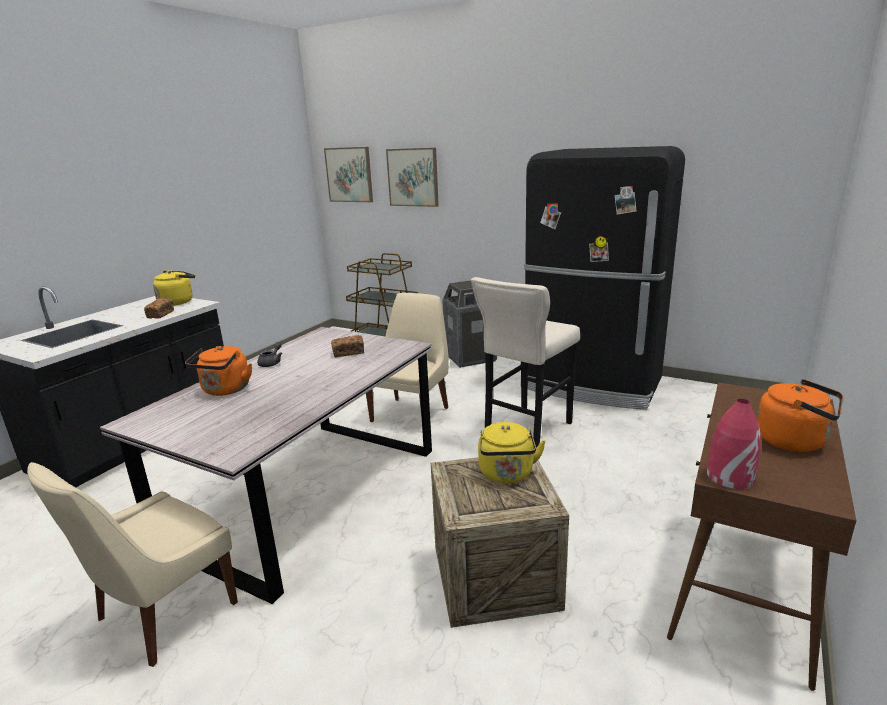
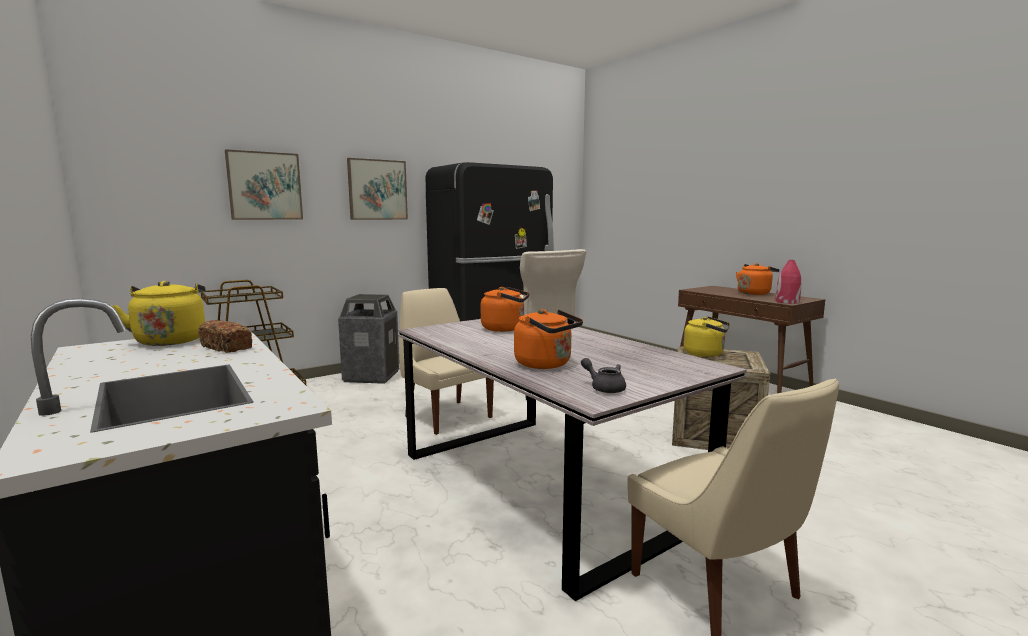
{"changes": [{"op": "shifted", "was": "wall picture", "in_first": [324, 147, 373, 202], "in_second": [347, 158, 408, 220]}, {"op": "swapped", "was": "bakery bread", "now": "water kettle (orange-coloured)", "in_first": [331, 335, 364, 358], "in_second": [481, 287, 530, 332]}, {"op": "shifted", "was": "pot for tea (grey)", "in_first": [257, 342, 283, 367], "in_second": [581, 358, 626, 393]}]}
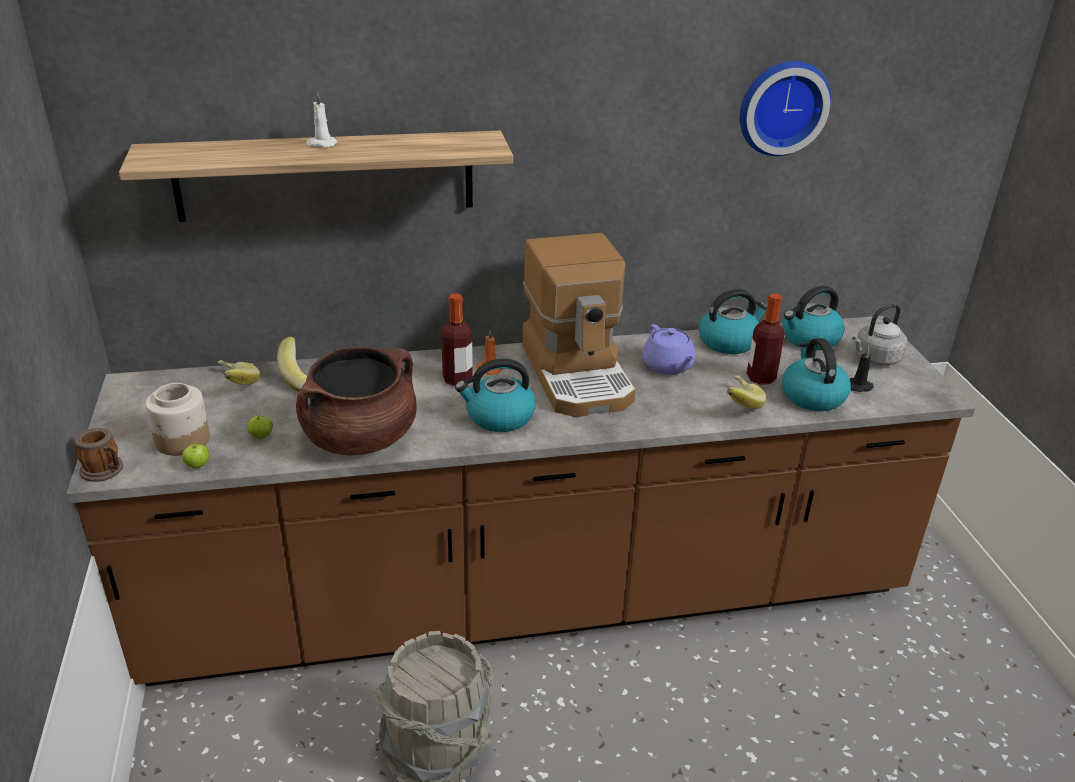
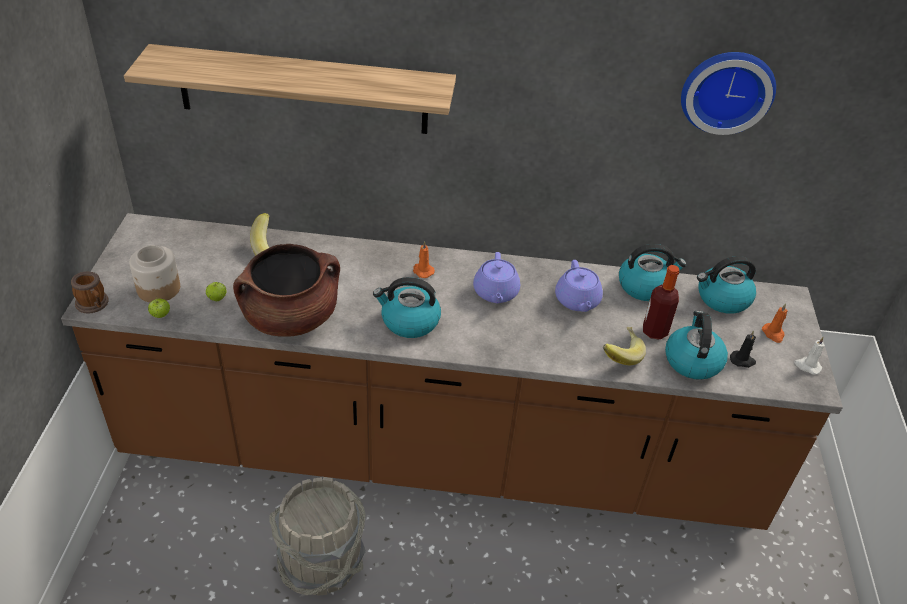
{"changes": [{"op": "shifted", "was": "wax light (white)", "in_first": [306, 92, 338, 147], "in_second": [794, 337, 825, 374]}, {"op": "swapped", "was": "coffee machine", "now": "pot for tea (purple-coloured)", "in_first": [523, 233, 636, 417], "in_second": [473, 252, 520, 303]}, {"op": "gone", "was": "beverage bottle", "in_first": [441, 293, 473, 386]}, {"op": "swapped", "was": "water kettle (grey)", "now": "wax light (orange-coloured)", "in_first": [852, 304, 907, 366], "in_second": [762, 303, 788, 343]}, {"op": "gone", "was": "whole banana", "in_first": [218, 360, 260, 385]}]}
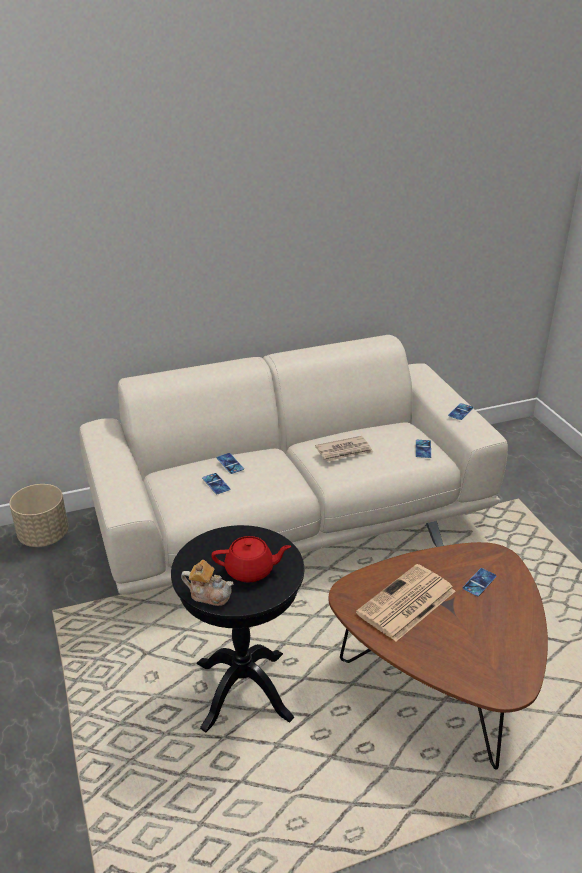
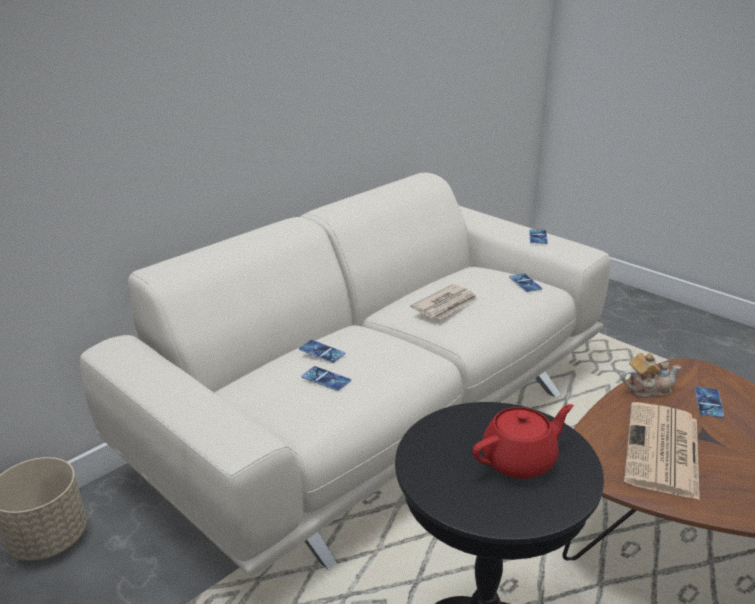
{"changes": [{"op": "shifted", "was": "pot for tea", "in_first": [181, 560, 233, 606], "in_second": [621, 353, 681, 398]}]}
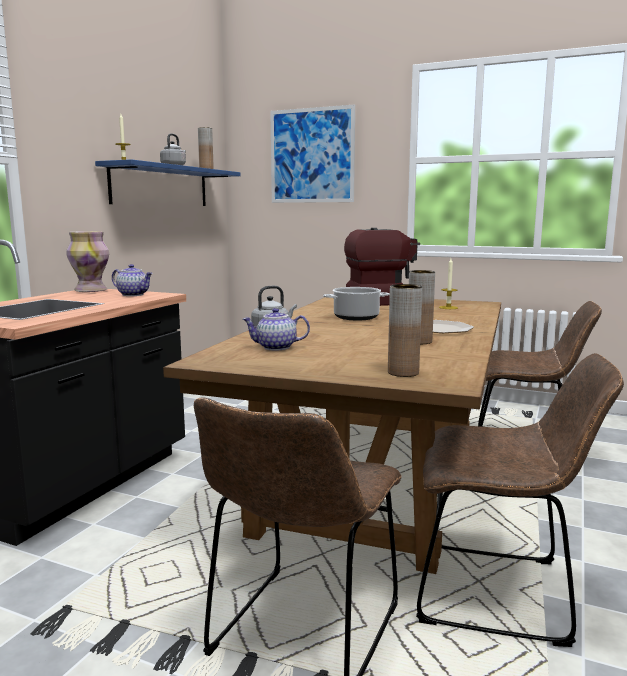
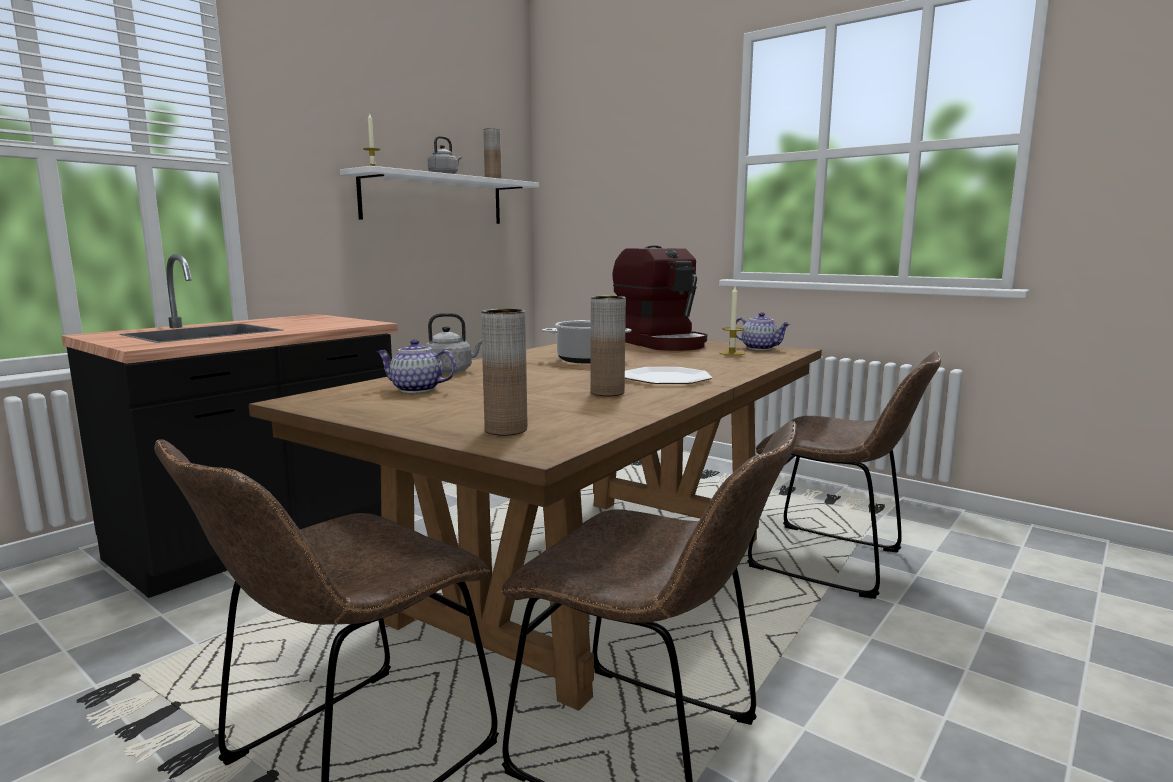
{"changes": [{"op": "gone", "was": "wall picture", "in_first": [270, 104, 355, 203]}, {"op": "repainted", "was": "shelf (blue-coloured)", "now": "shelf (white)", "in_first": [95, 159, 241, 206], "in_second": [340, 166, 539, 224]}, {"op": "rotated", "was": "coffee machine", "in_first": [344, 228, 420, 306], "in_second": [613, 246, 707, 351], "clockwise": 60}, {"op": "gone", "was": "vase", "in_first": [66, 231, 109, 292]}, {"op": "shifted", "was": "pot for tea", "in_first": [112, 264, 153, 296], "in_second": [736, 312, 791, 350]}]}
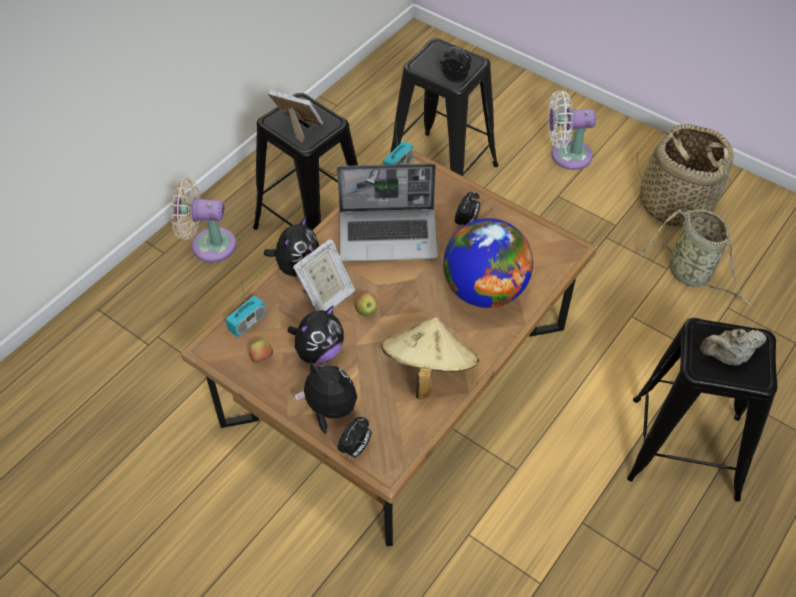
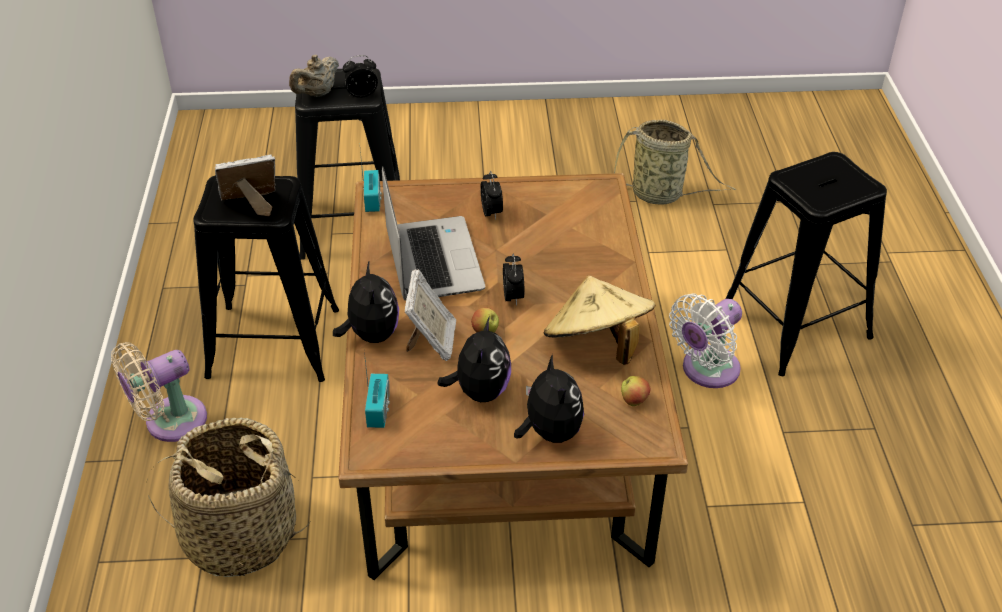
{"changes": [{"op": "shifted", "was": "fan (white)", "in_first": [548, 90, 596, 170], "in_second": [669, 293, 742, 388]}, {"op": "shifted", "was": "basket", "in_first": [637, 124, 733, 227], "in_second": [146, 418, 310, 577]}, {"op": "rotated", "was": "portable computer", "in_first": [337, 164, 438, 262], "in_second": [382, 166, 485, 301], "clockwise": -60}, {"op": "gone", "was": "desk globe", "in_first": [443, 218, 533, 308]}, {"op": "shifted", "was": "pot for tea (beige)", "in_first": [700, 329, 766, 366], "in_second": [289, 55, 339, 97]}, {"op": "shifted", "was": "apple", "in_first": [249, 340, 273, 363], "in_second": [621, 376, 651, 406]}, {"op": "rotated", "was": "cuddly toy", "in_first": [295, 361, 357, 434], "in_second": [514, 354, 584, 443], "clockwise": 90}, {"op": "shifted", "was": "bedside clock", "in_first": [338, 417, 371, 458], "in_second": [503, 253, 524, 306]}]}
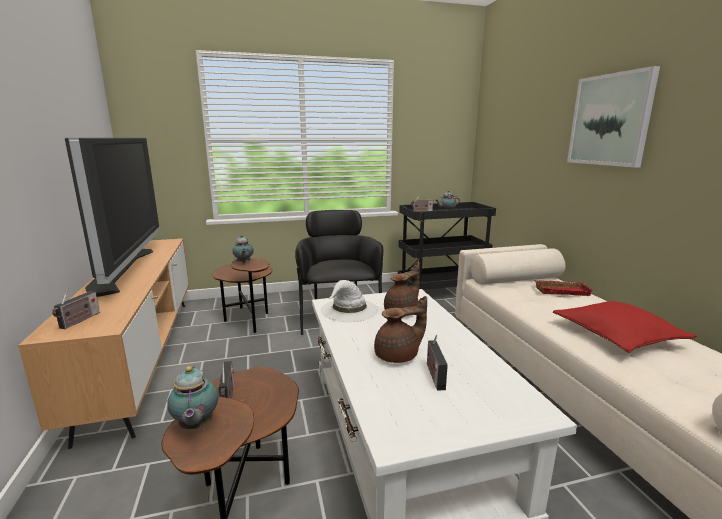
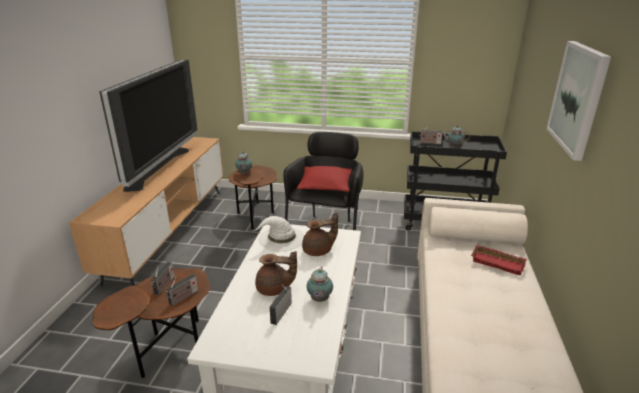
{"changes": [{"op": "shifted", "was": "radio set", "in_first": [52, 288, 100, 329], "in_second": [165, 274, 198, 306]}, {"op": "shifted", "was": "cushion (red)", "in_first": [553, 301, 697, 353], "in_second": [296, 166, 352, 192]}, {"op": "shifted", "was": "pot for tea", "in_first": [167, 366, 218, 429], "in_second": [307, 267, 333, 302]}]}
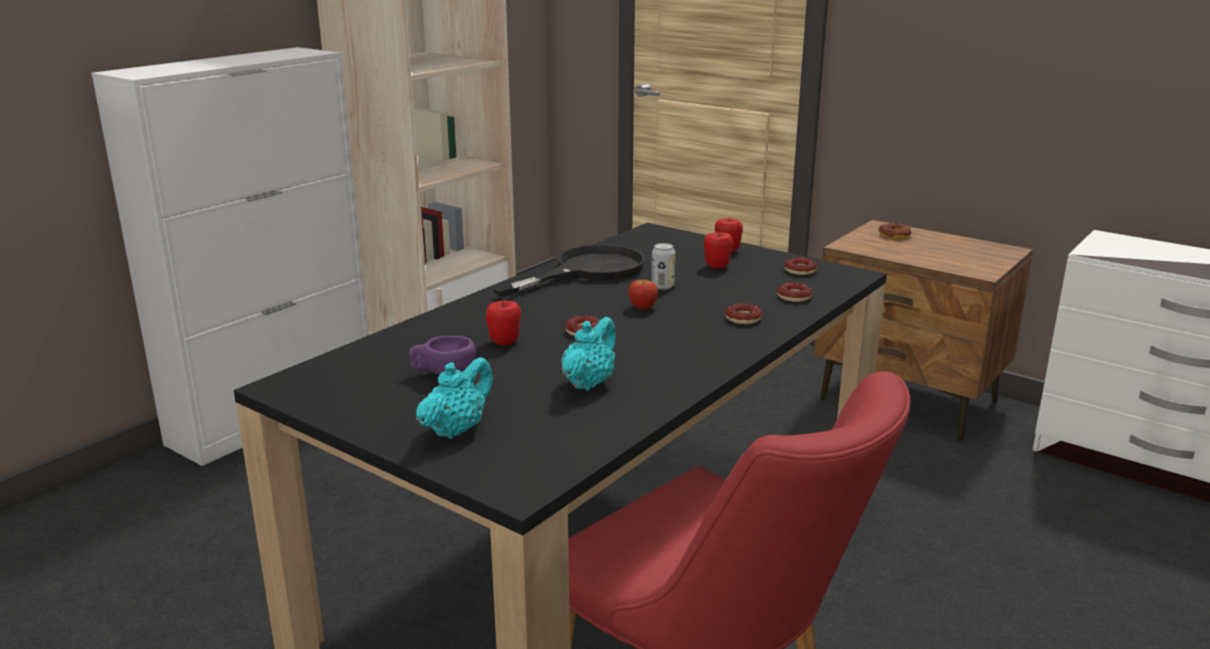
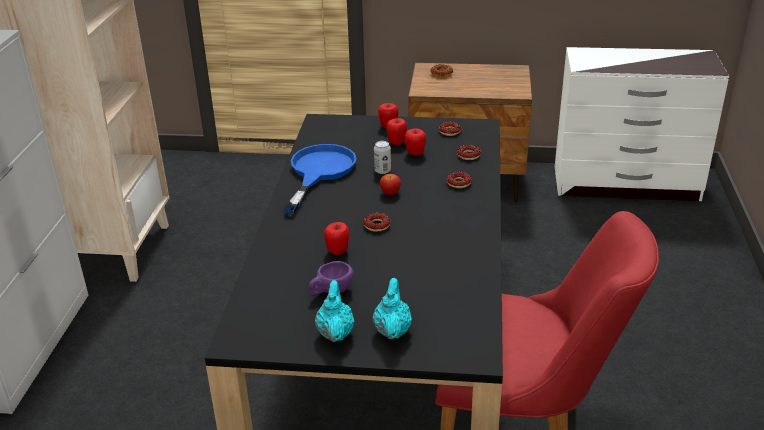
{"changes": [{"op": "repainted", "was": "skillet (black-coloured)", "now": "skillet (blue-coloured)", "in_first": [493, 244, 645, 297], "in_second": [283, 144, 357, 214]}, {"op": "shifted", "was": "pot for tea (turquoise-coloured)", "in_first": [562, 317, 616, 391], "in_second": [315, 280, 354, 342]}, {"op": "new", "now": "apple", "in_second": [405, 128, 426, 156]}]}
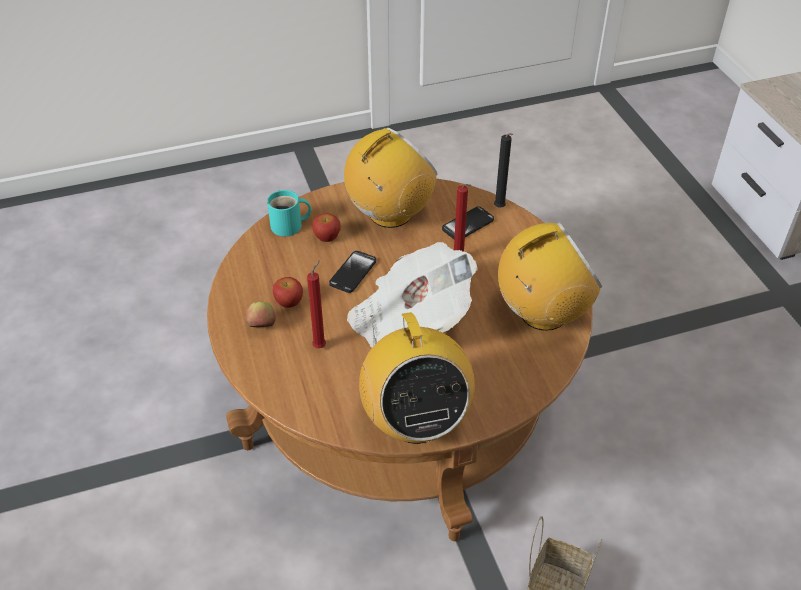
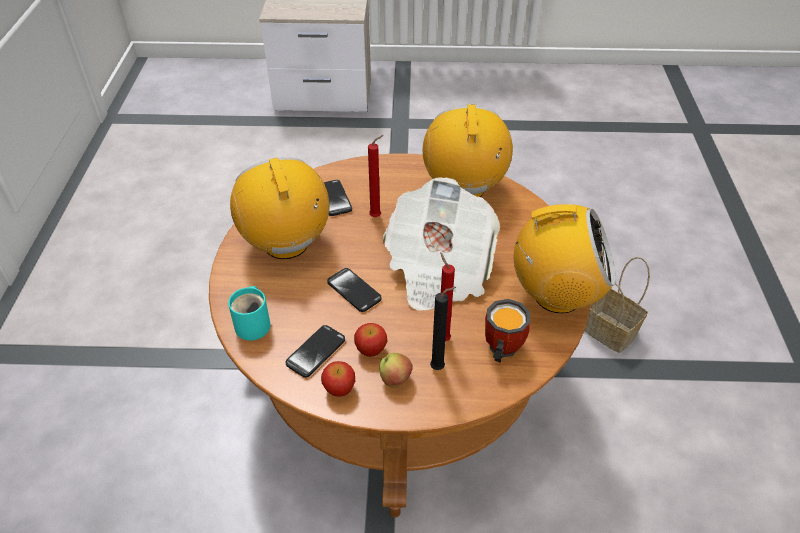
{"changes": [{"op": "shifted", "was": "wax light (black-coloured)", "in_first": [494, 133, 513, 208], "in_second": [430, 287, 456, 370]}, {"op": "shifted", "was": "apple", "in_first": [312, 213, 341, 242], "in_second": [321, 361, 355, 397]}, {"op": "new", "now": "tea mug", "in_second": [485, 299, 530, 363]}, {"op": "new", "now": "telephone", "in_second": [286, 325, 345, 378]}]}
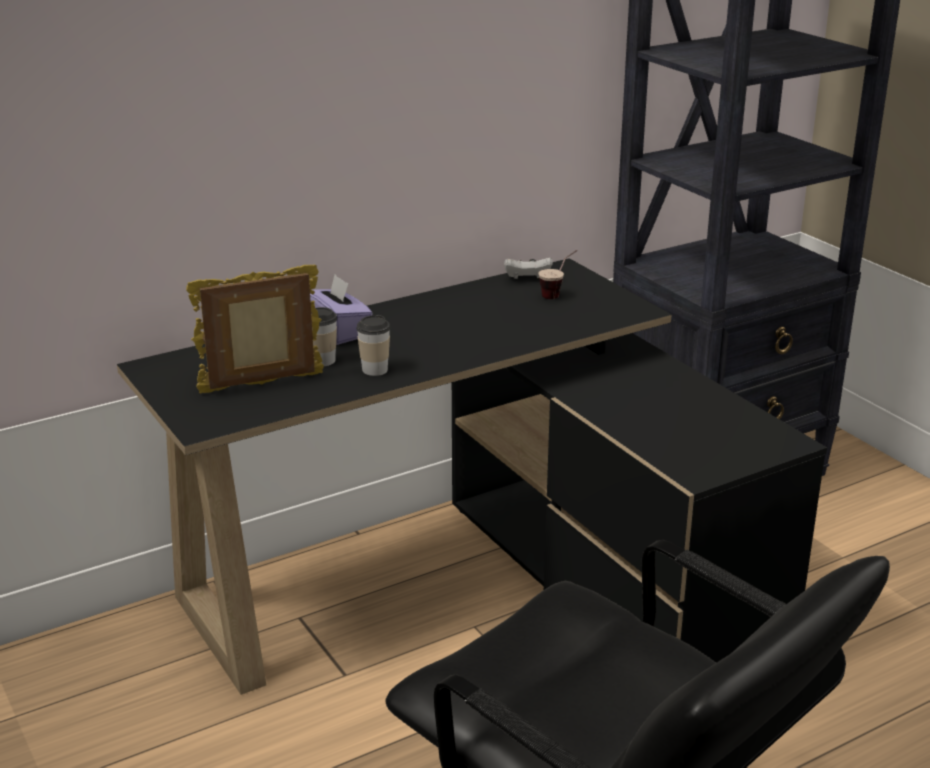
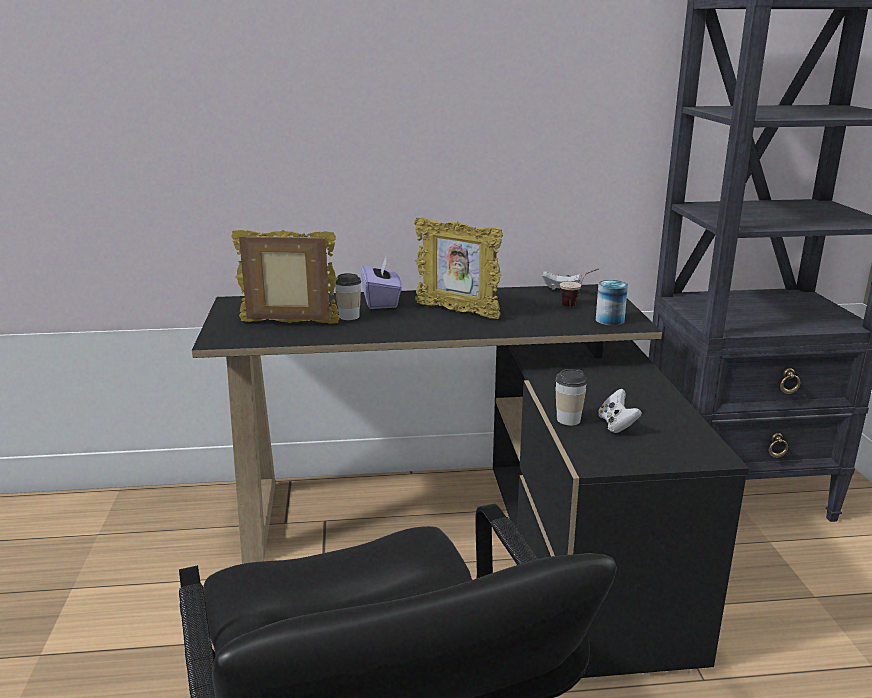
{"changes": [{"op": "shifted", "was": "cup", "in_first": [356, 315, 391, 376], "in_second": [555, 369, 588, 425]}, {"op": "new", "now": "picture frame", "in_second": [414, 217, 503, 319]}, {"op": "new", "now": "can", "in_second": [596, 280, 628, 325]}, {"op": "new", "now": "gamepad (white)", "in_second": [598, 389, 642, 433]}]}
